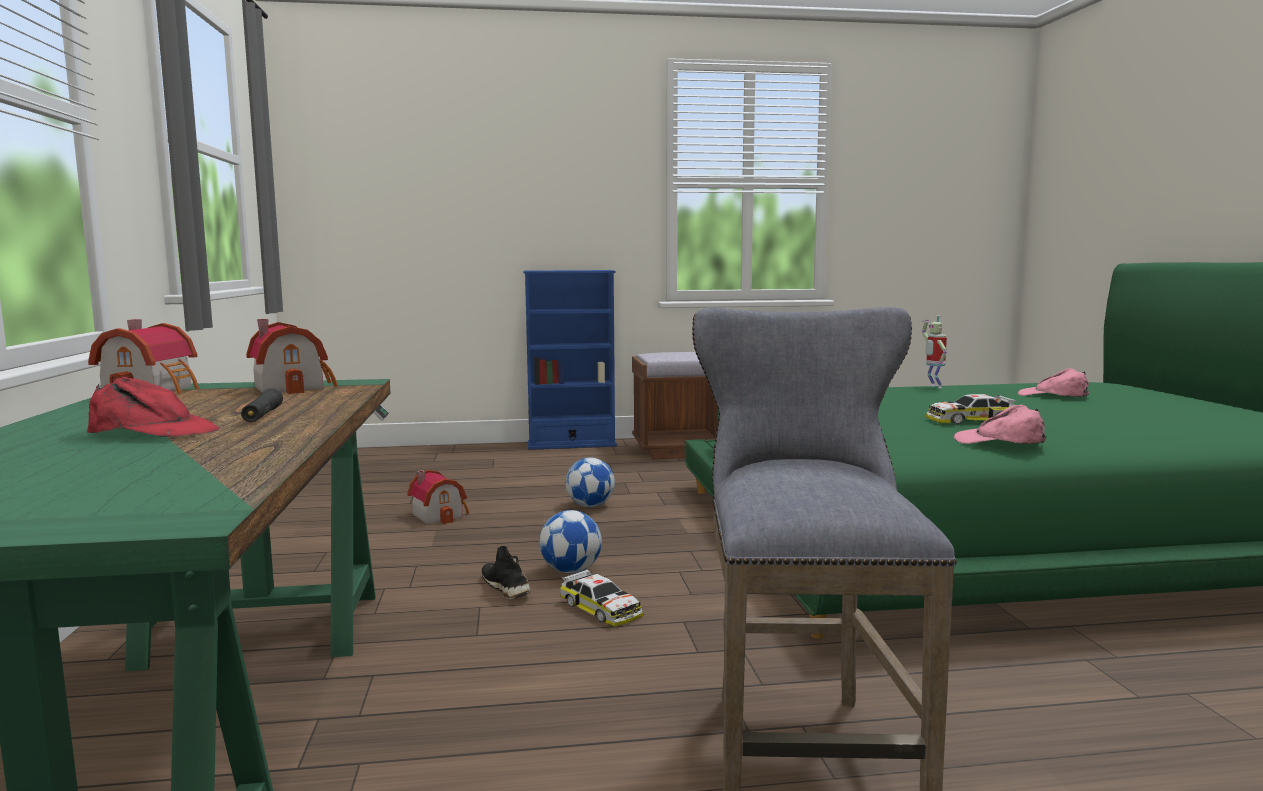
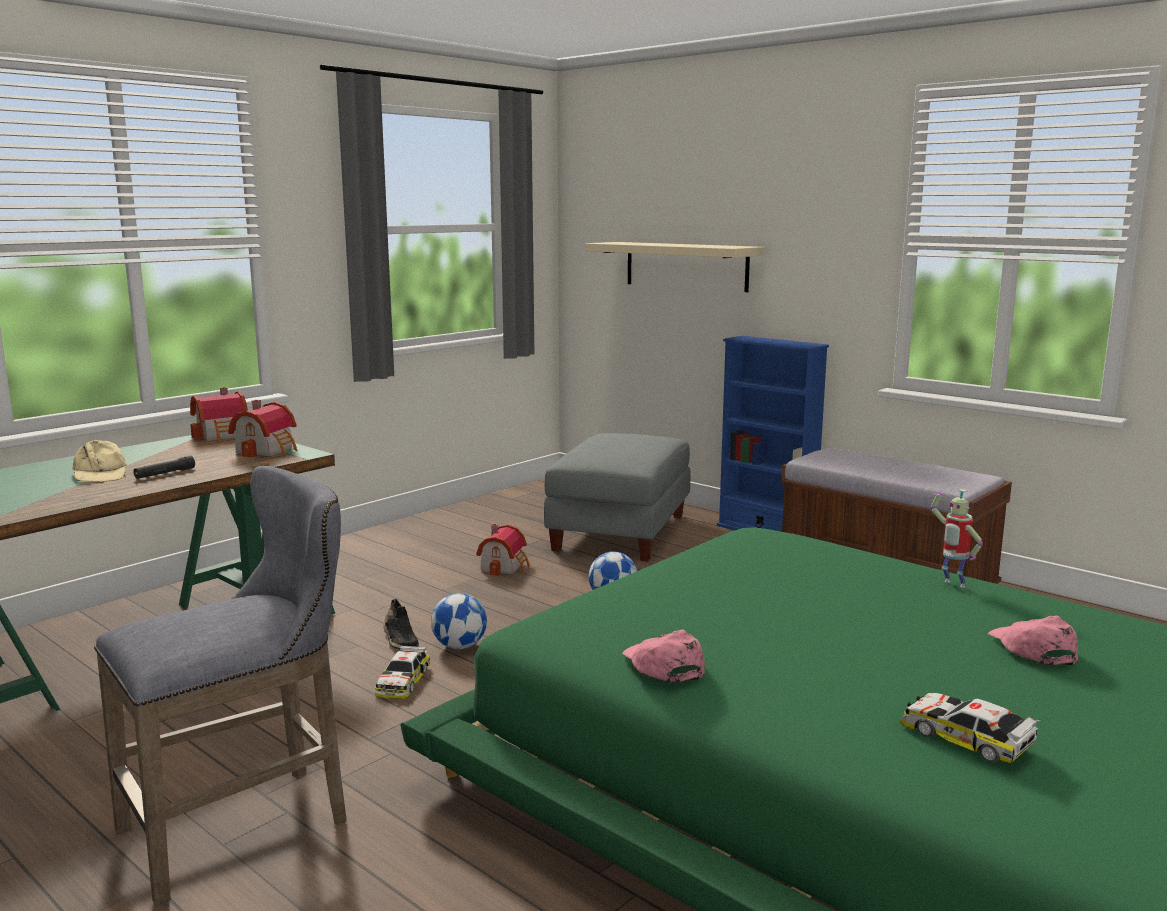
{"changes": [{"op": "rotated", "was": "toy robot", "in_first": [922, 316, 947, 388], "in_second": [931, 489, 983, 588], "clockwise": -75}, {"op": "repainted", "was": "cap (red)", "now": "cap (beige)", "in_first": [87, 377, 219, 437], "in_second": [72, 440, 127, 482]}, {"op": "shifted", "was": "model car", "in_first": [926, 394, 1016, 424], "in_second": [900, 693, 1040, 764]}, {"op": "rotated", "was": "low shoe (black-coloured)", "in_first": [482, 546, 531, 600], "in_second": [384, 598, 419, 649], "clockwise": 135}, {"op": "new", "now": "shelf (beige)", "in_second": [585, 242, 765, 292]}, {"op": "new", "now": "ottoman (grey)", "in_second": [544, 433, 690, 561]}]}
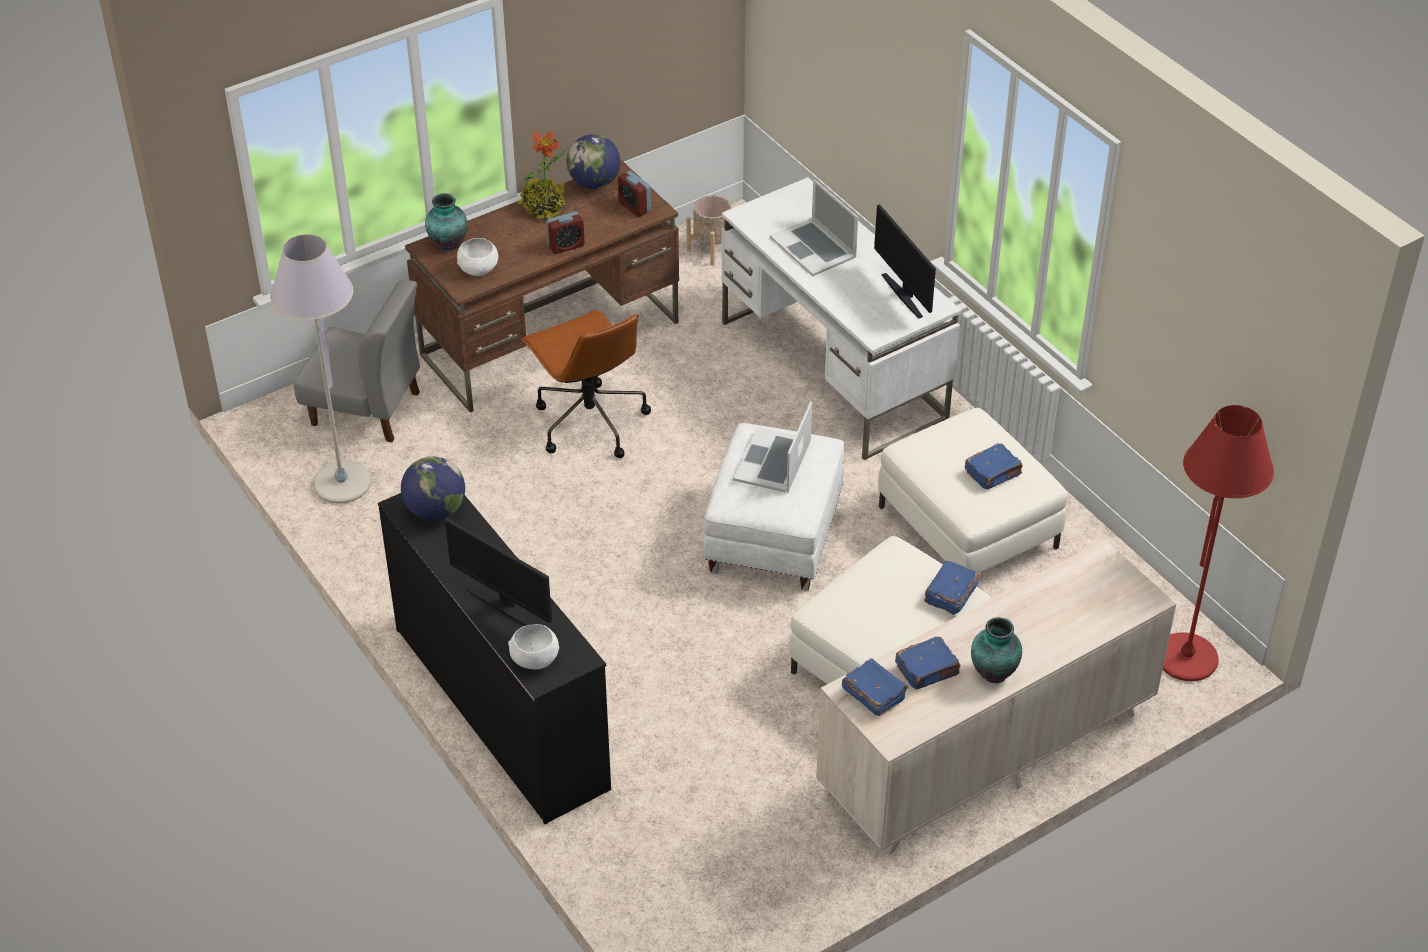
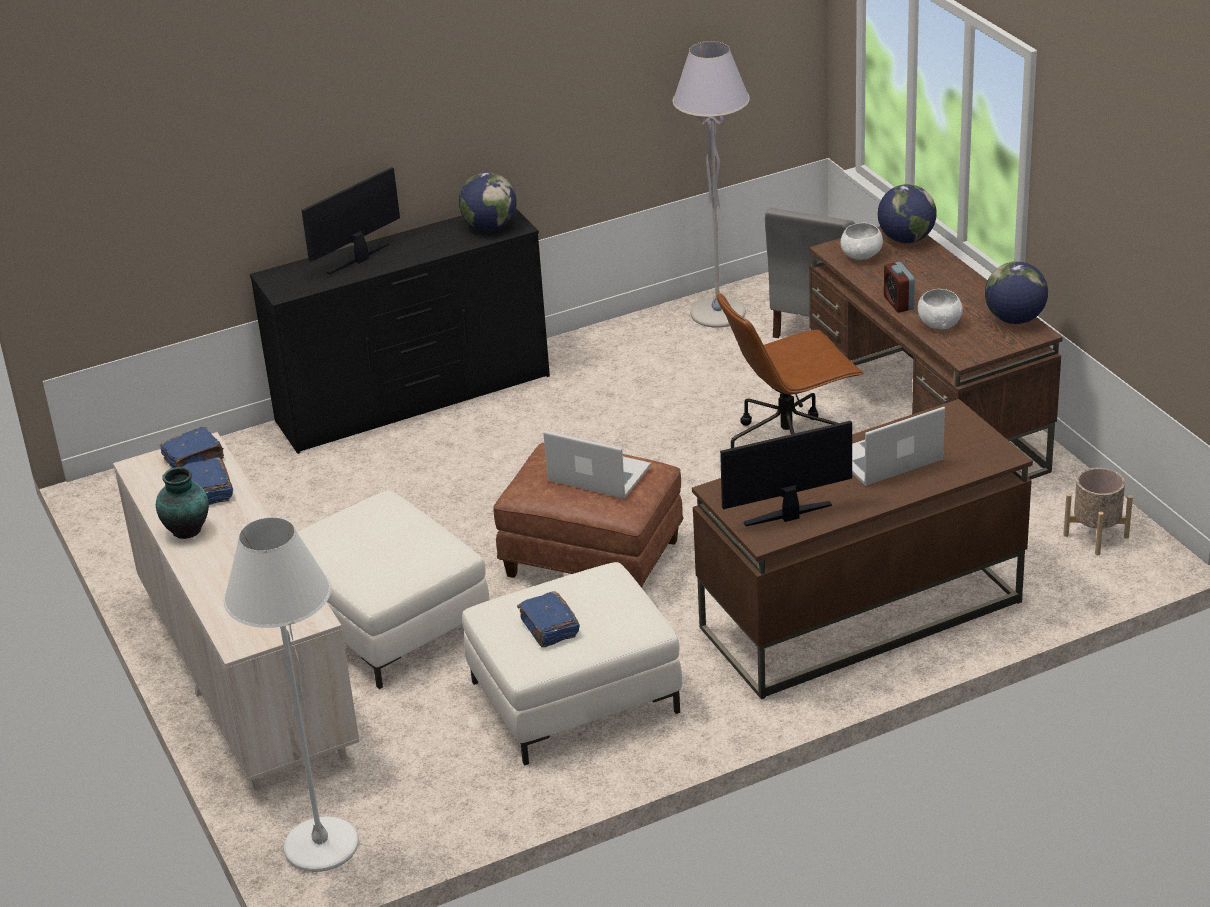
{"changes": [{"op": "gone", "was": "potted plant", "in_first": [518, 132, 568, 220]}, {"op": "gone", "was": "bedside clock", "in_first": [618, 171, 651, 217]}, {"op": "repainted", "was": "desk (white)", "now": "desk (brownish)", "in_first": [722, 177, 962, 460], "in_second": [692, 399, 1033, 699]}, {"op": "swapped", "was": "vase", "now": "desk globe", "in_first": [425, 193, 467, 251], "in_second": [878, 184, 937, 243]}, {"op": "repainted", "was": "floor lamp (red)", "now": "floor lamp (white)", "in_first": [1163, 405, 1274, 681], "in_second": [224, 517, 359, 872]}, {"op": "repainted", "was": "ottoman (white)", "now": "ottoman (brownish)", "in_first": [703, 423, 844, 591], "in_second": [493, 443, 684, 588]}, {"op": "gone", "was": "bound book (blue-coloured)", "in_first": [924, 561, 980, 615]}, {"op": "shifted", "was": "serving bowl (white)", "in_first": [508, 624, 559, 669], "in_second": [918, 289, 963, 329]}]}
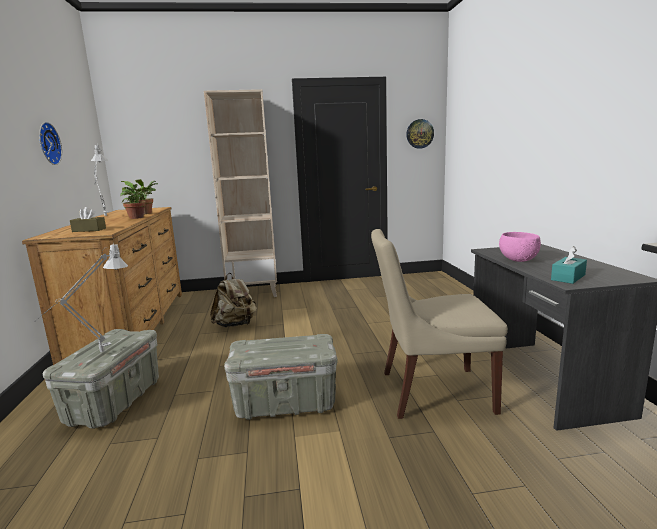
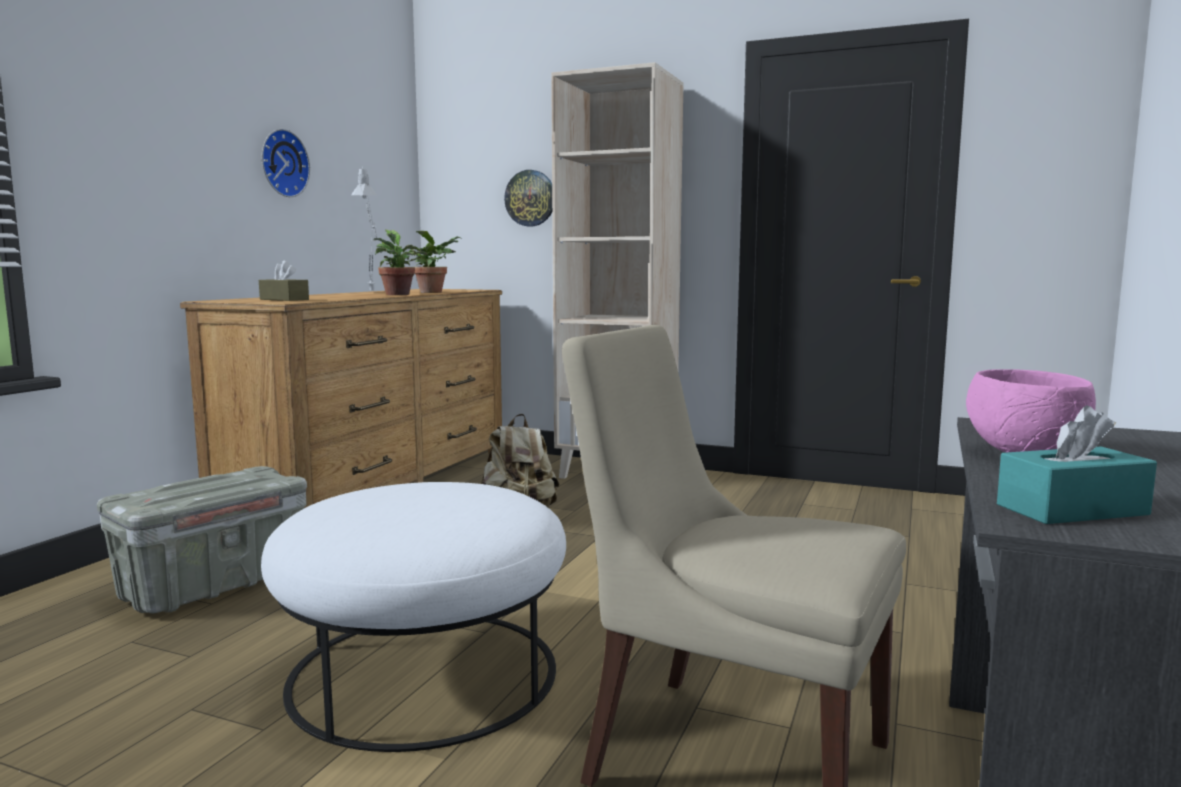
{"changes": [{"op": "shifted", "was": "wall clock", "in_first": [406, 119, 434, 149], "in_second": [504, 170, 552, 226]}, {"op": "gone", "was": "tabletop lamp (grey)", "in_first": [37, 244, 128, 352]}, {"op": "swapped", "was": "storage box (grey)", "now": "ottoman (white)", "in_first": [224, 334, 338, 420], "in_second": [261, 482, 566, 752]}]}
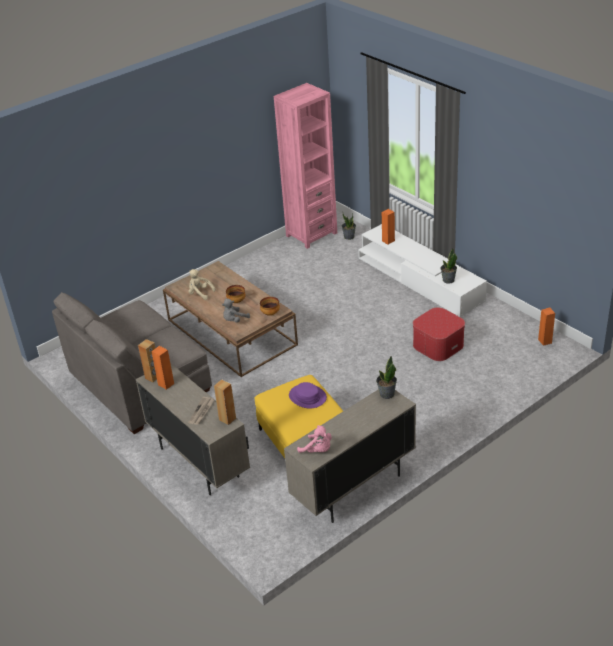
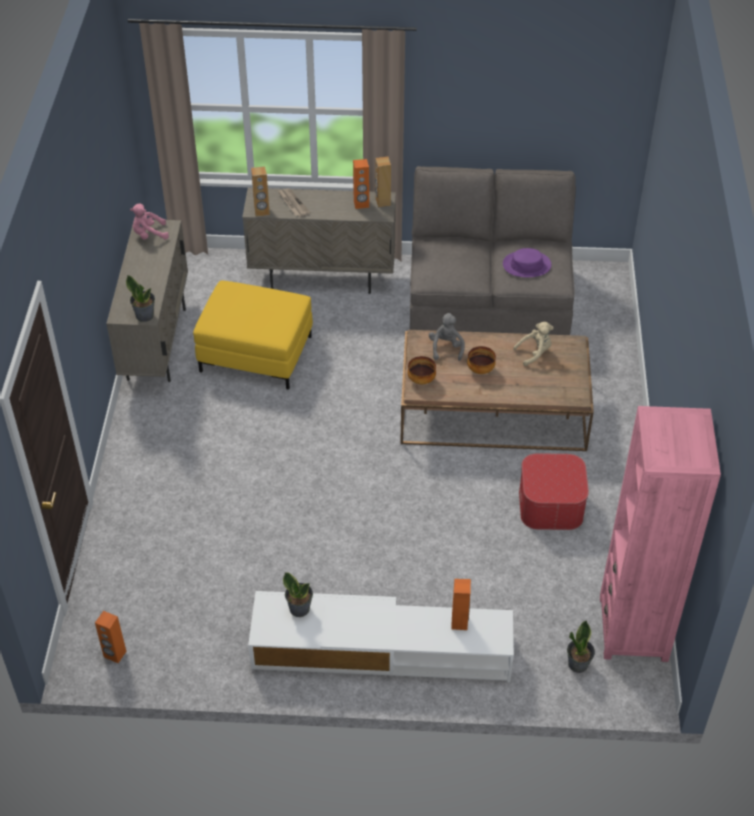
{"changes": [{"op": "shifted", "was": "ottoman", "in_first": [413, 307, 465, 361], "in_second": [519, 453, 589, 530]}, {"op": "shifted", "was": "clothing hat (purple-coloured)", "in_first": [289, 382, 327, 408], "in_second": [503, 248, 551, 278]}]}
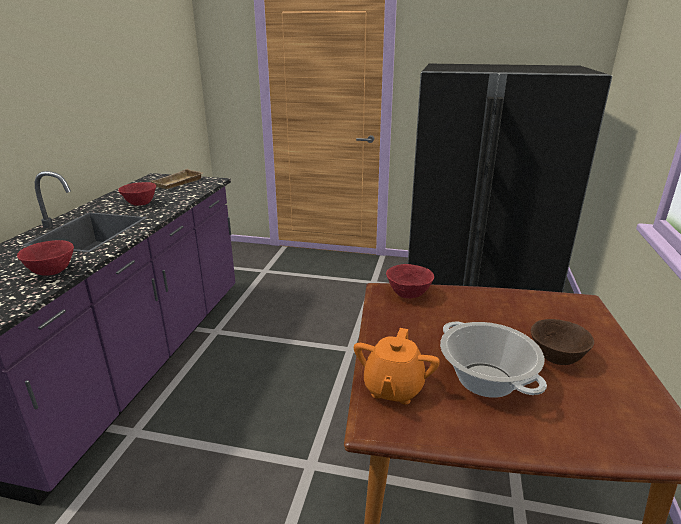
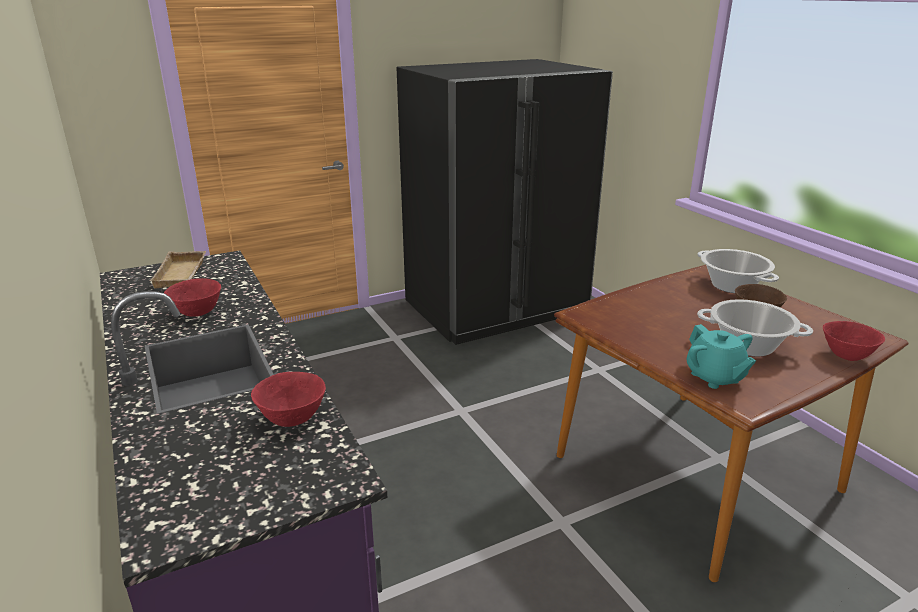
{"changes": [{"op": "shifted", "was": "serving bowl (red)", "in_first": [386, 264, 434, 298], "in_second": [823, 321, 885, 361]}, {"op": "repainted", "was": "pot for tea (orange-coloured)", "now": "pot for tea (turquoise-coloured)", "in_first": [354, 328, 440, 404], "in_second": [686, 324, 756, 389]}, {"op": "new", "now": "saucepot", "in_second": [697, 249, 779, 293]}]}
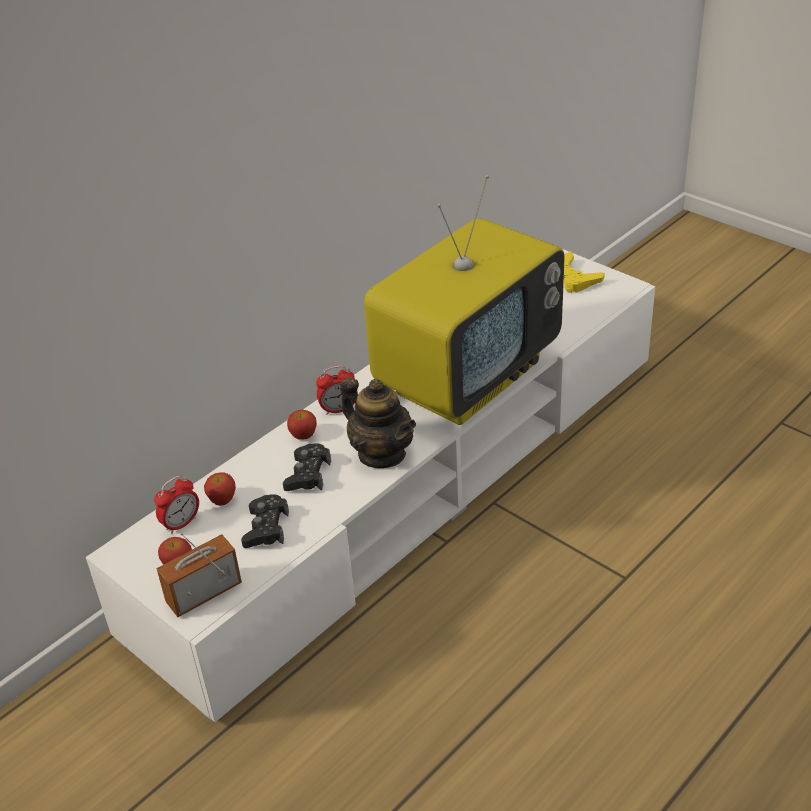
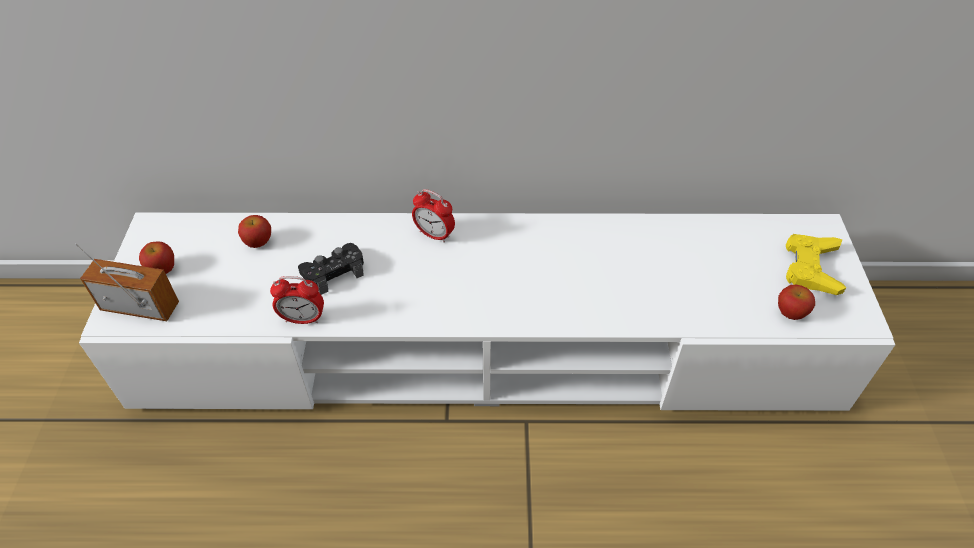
{"changes": [{"op": "gone", "was": "television", "in_first": [364, 175, 565, 425]}, {"op": "gone", "was": "pot for tea", "in_first": [340, 377, 416, 468]}, {"op": "shifted", "was": "apple", "in_first": [287, 410, 317, 440], "in_second": [778, 285, 815, 320]}, {"op": "shifted", "was": "bedside clock", "in_first": [154, 476, 199, 534], "in_second": [270, 276, 324, 324]}, {"op": "gone", "was": "gamepad (black-coloured)", "in_first": [241, 494, 289, 548]}]}
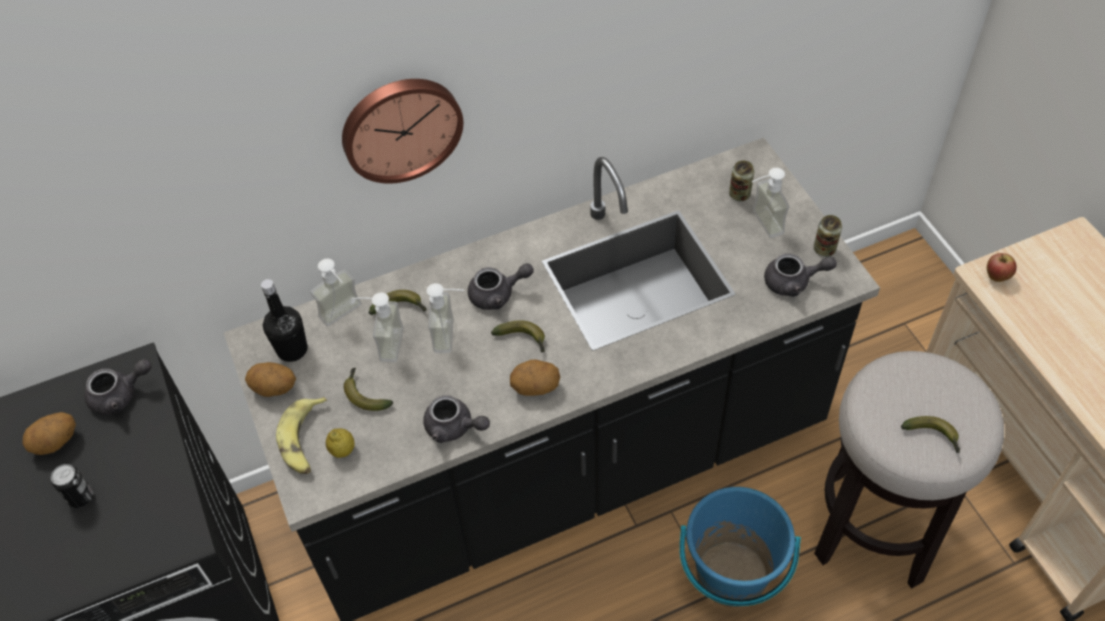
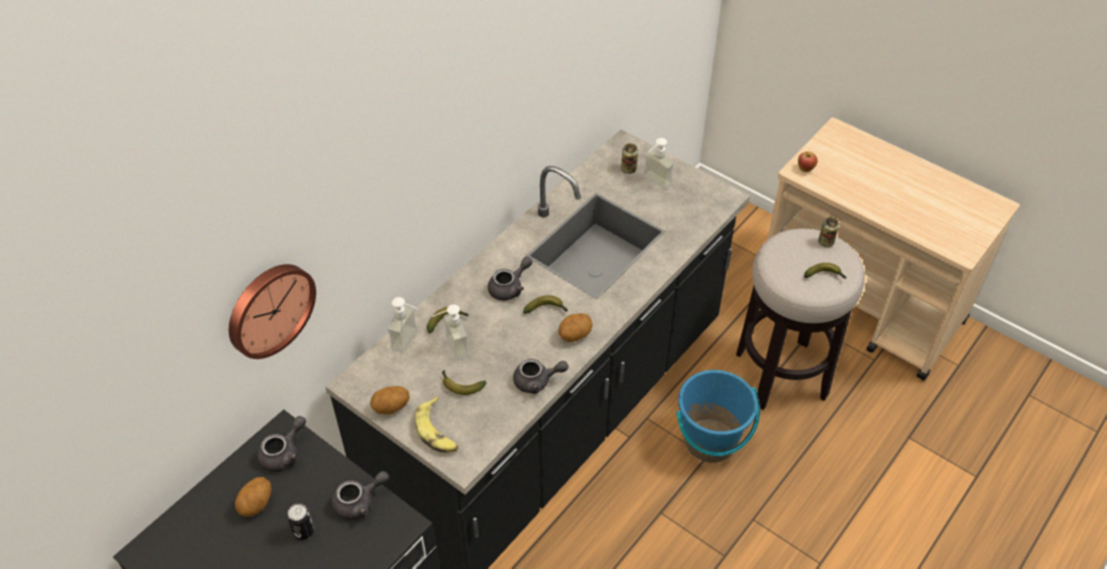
{"changes": [{"op": "shifted", "was": "wall clock", "in_first": [342, 79, 463, 184], "in_second": [229, 264, 316, 359]}, {"op": "shifted", "was": "can", "in_first": [814, 215, 842, 257], "in_second": [818, 217, 839, 247]}, {"op": "shifted", "was": "pot for tea (grey)", "in_first": [764, 253, 837, 297], "in_second": [332, 471, 389, 520]}, {"op": "gone", "was": "beverage bottle (black-coloured)", "in_first": [261, 279, 308, 362]}, {"op": "gone", "was": "liquid soap bottle", "in_first": [426, 283, 464, 353]}, {"op": "gone", "was": "citrus fruit", "in_first": [326, 428, 355, 458]}]}
